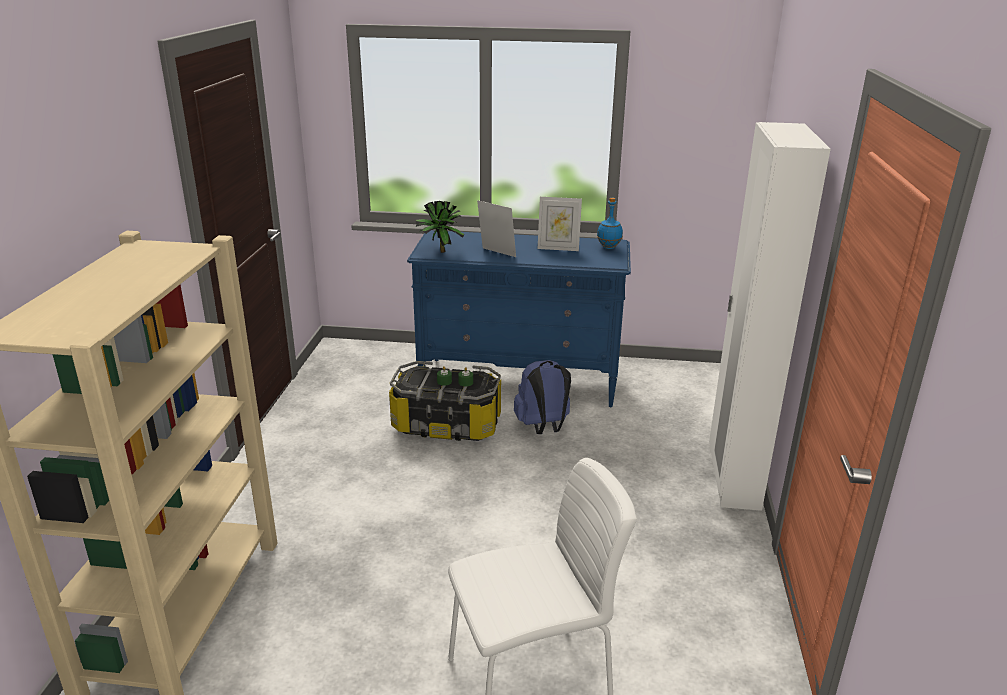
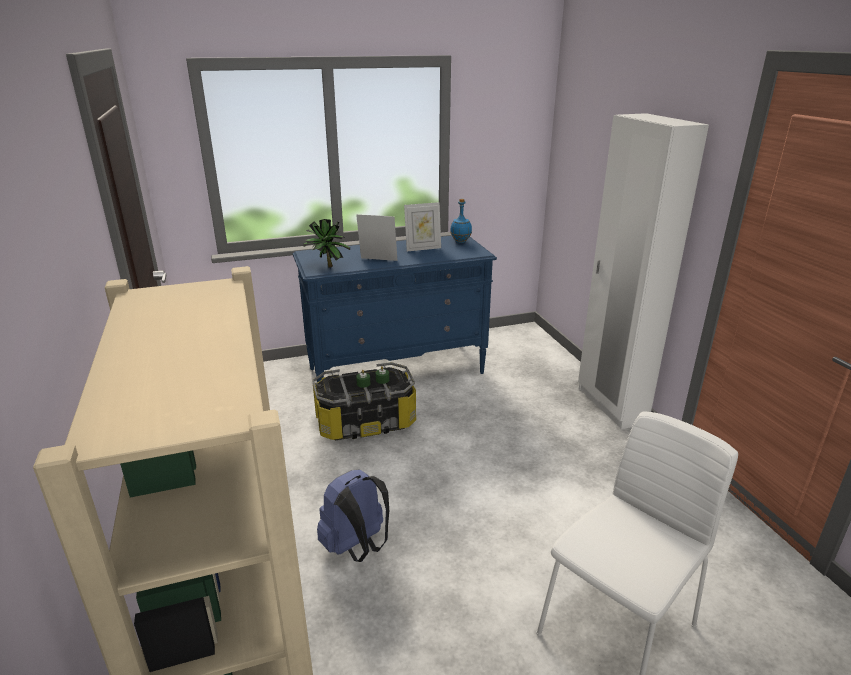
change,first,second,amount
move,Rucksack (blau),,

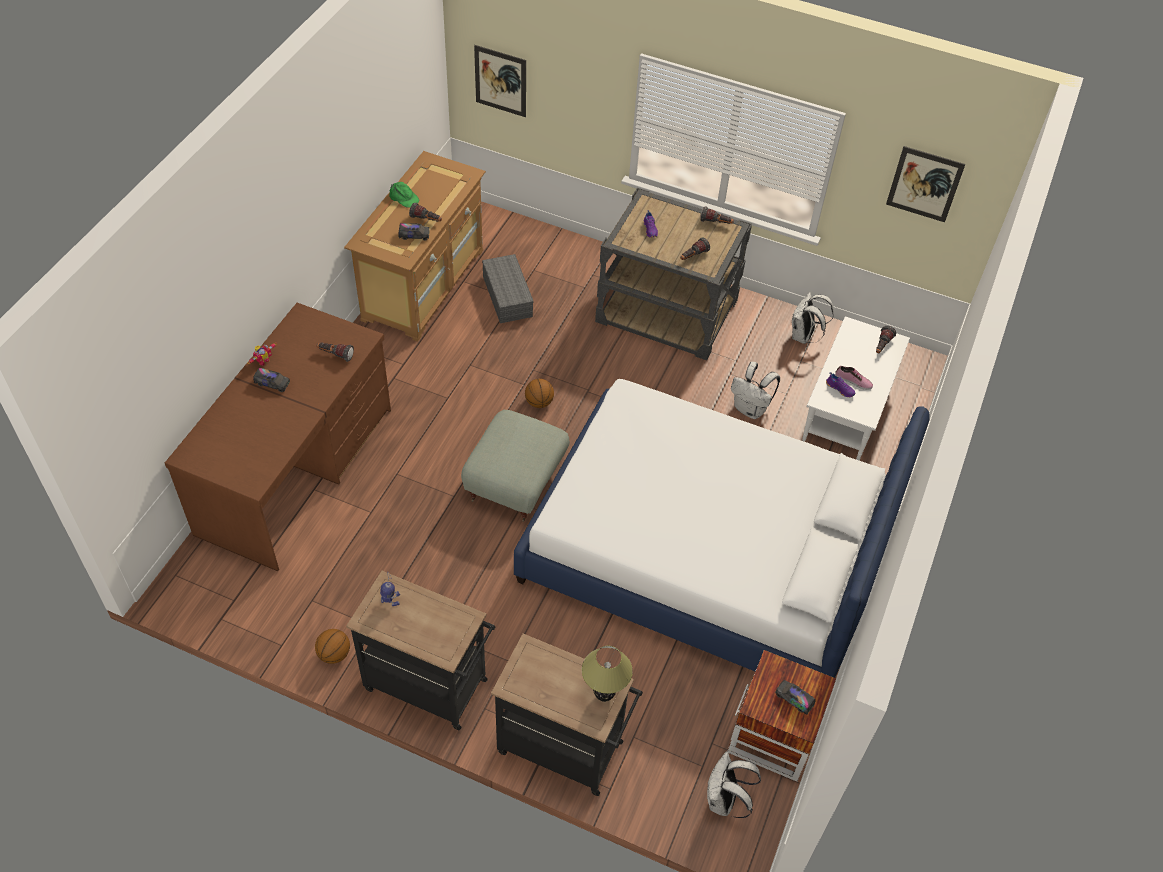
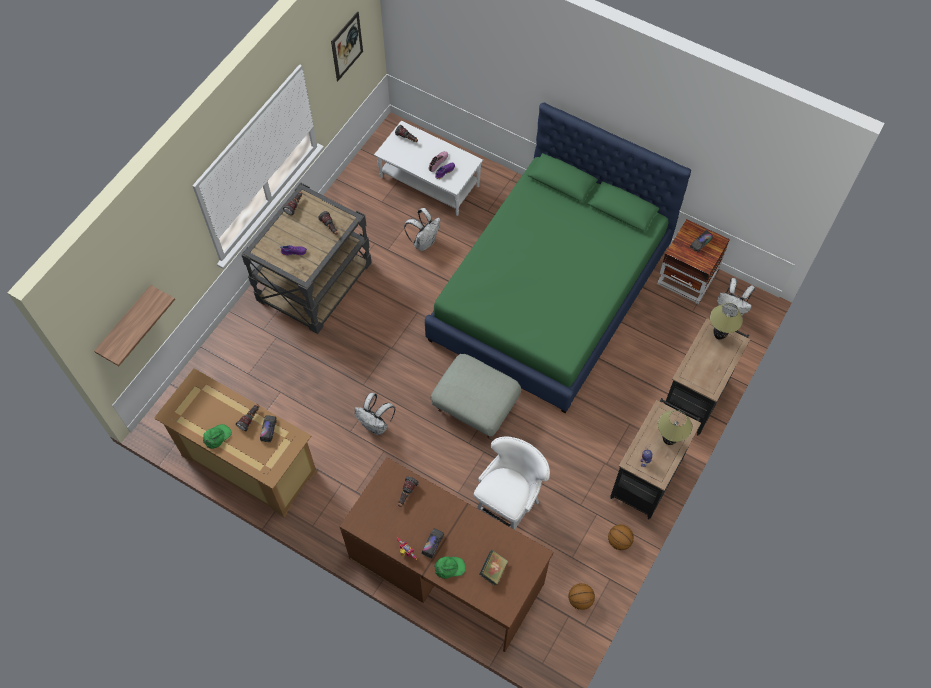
change,first,second,amount
replace,Bild (1st from left),Wandregal,
move,Rucksack (weiß) (3rd from left in the first image),Rucksack (weiß) (1st from left),
recolor,Bett (weiß),Bett (grün),
insert,,Kappe (grün) (2nd from left),
insert,,Hocker (weiß),
insert,,Buch,
move,Basketball (2nd from left in the first image),Basketball (1st from left),
insert,,Tischlampe (1st from left),
delete,Aufbewahrungsbox (grau),,

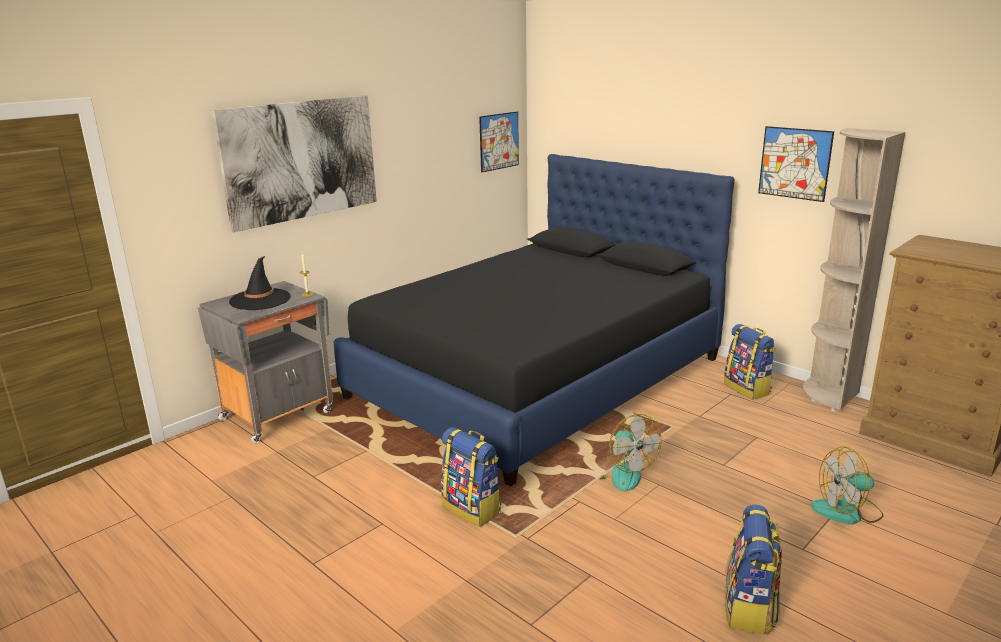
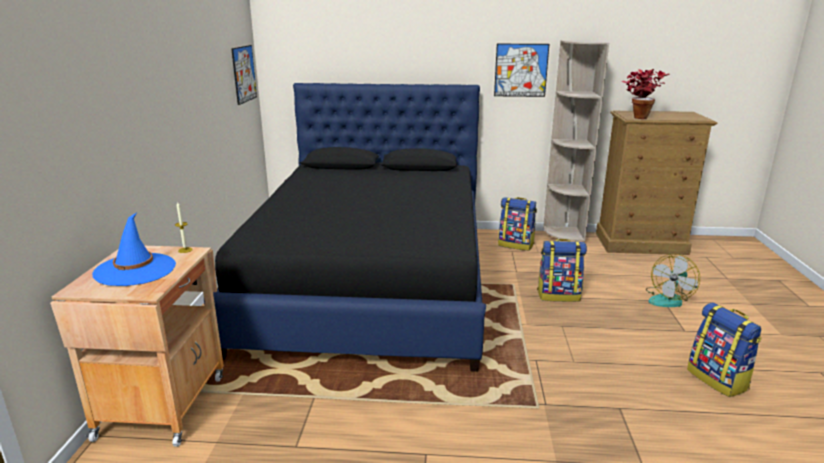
change,first,second,amount
recolor,Rollwagen (grau),Rollwagen (braun),
recolor,Hut (schwarz),Hut (blau),
move,Rucksack (1st from left in the first image),Rucksack (2nd from left),
insert,,Topfpflanze,
delete,Bild (1st from left),,
delete,Ventilator (1st from left),,

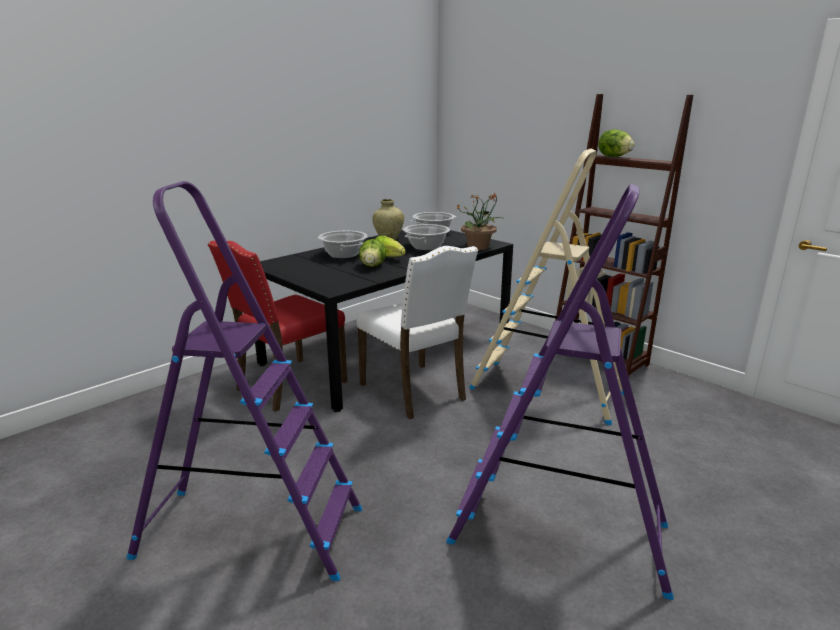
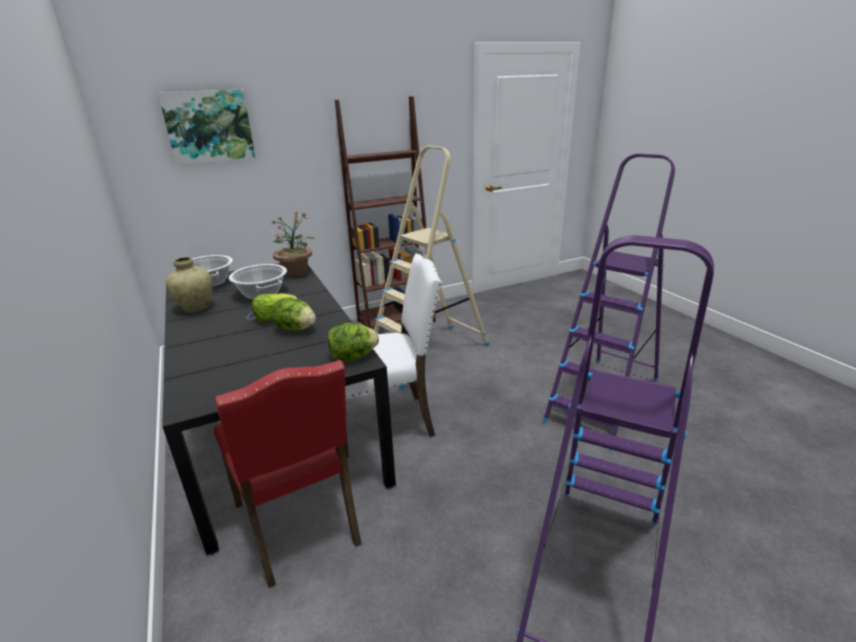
change,first,second,amount
insert,,Bild,
move,Salatkopf (3rd from left),,
delete,Kochtopf (1st from left),,

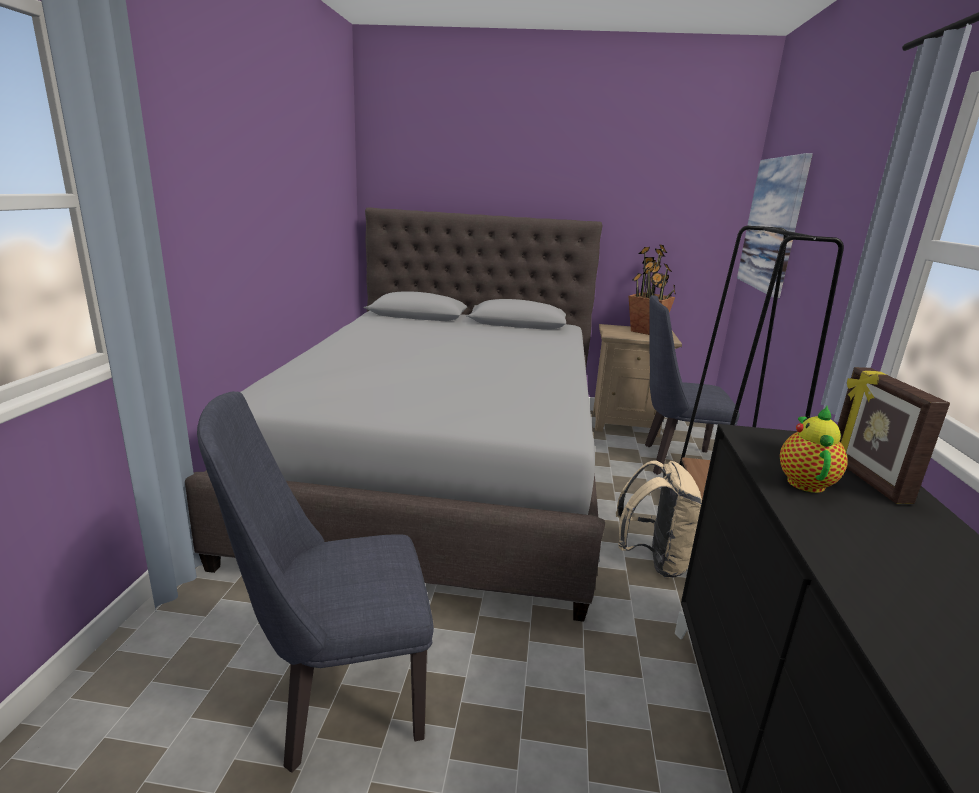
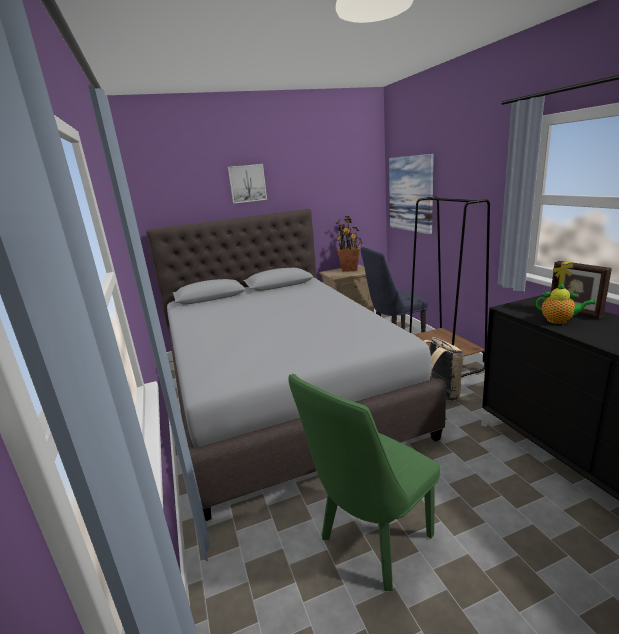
change,first,second,amount
insert,,Bild (1st from left),
recolor,Stuhl (blau) (1st from left),Stuhl (grün),
rotate,Teekanne,,135 degrees clockwise

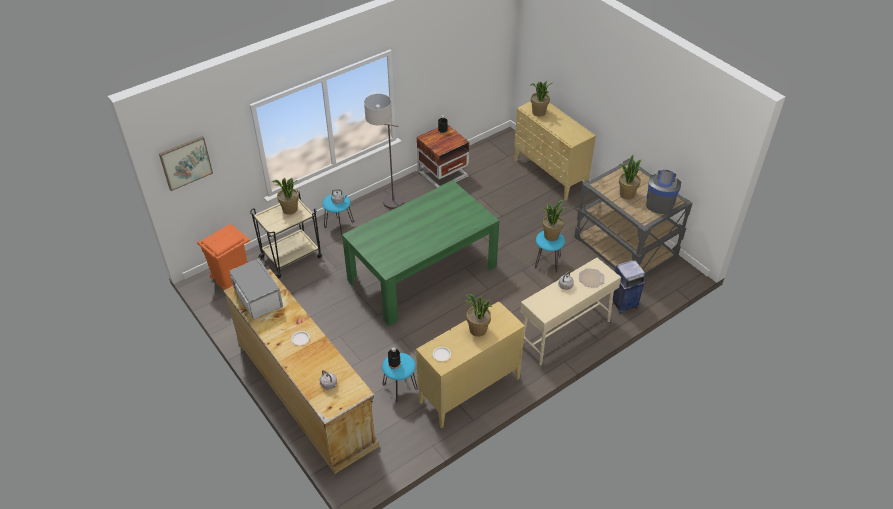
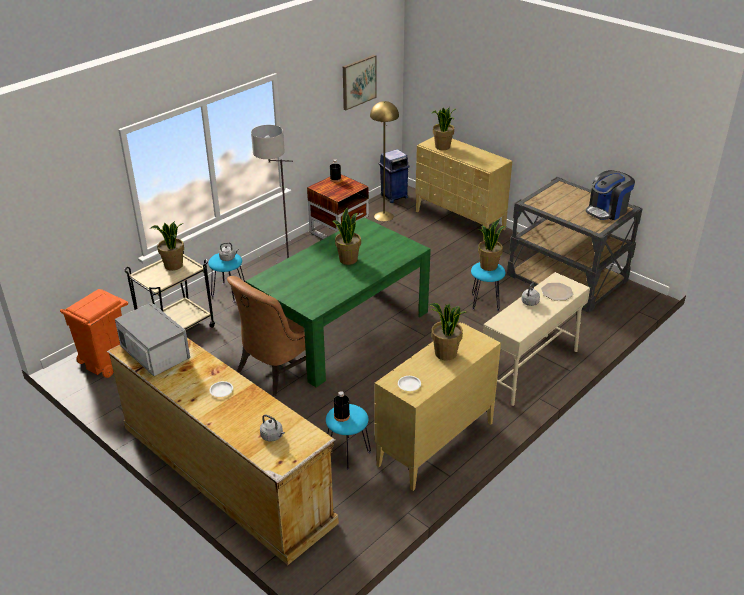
change,first,second,amount
insert,,Stuhl (braun),
move,Topfpflanze (5th from left in the first image),Topfpflanze (2nd from left),
move,Bild,,
insert,,Stehlampe (gelb),
move,Mülleimer (blau),,
rotate,Kaffeemaschine,,135 degrees counterclockwise

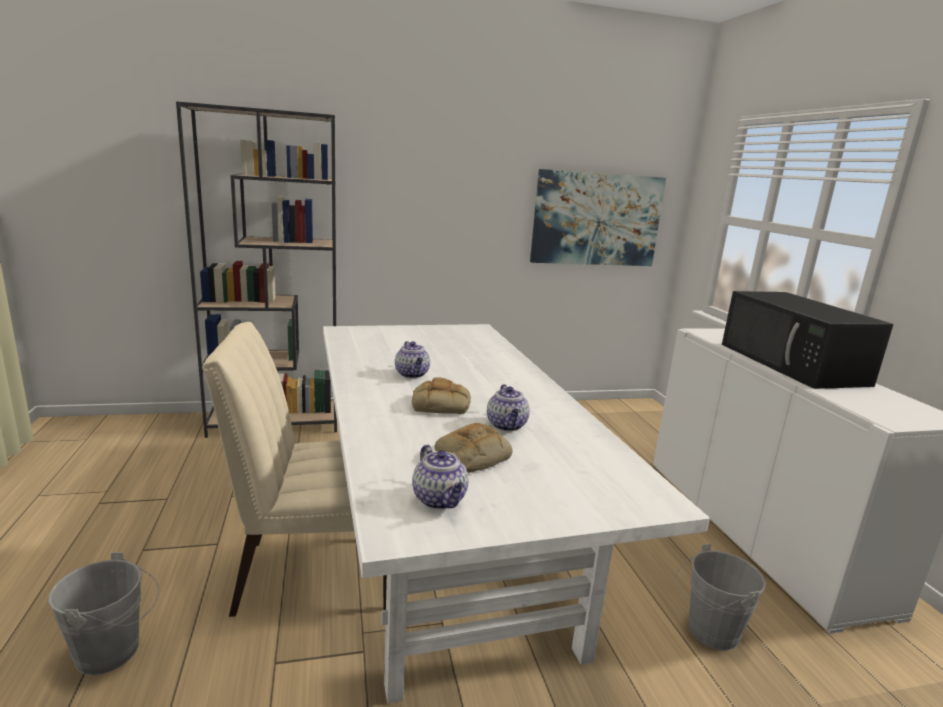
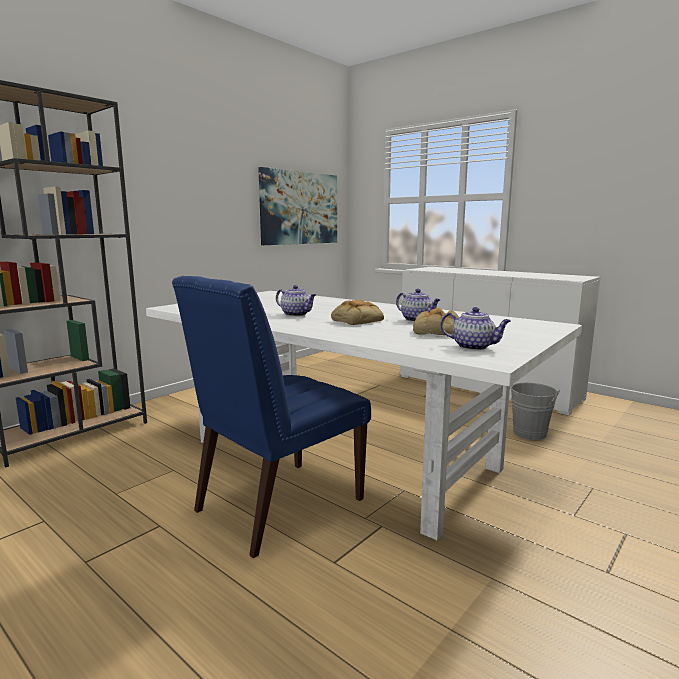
change,first,second,amount
recolor,Stuhl (beige),Stuhl (blau),
delete,Eimer (grau) (1st from left),,
delete,Mikrowelle (schwarz),,

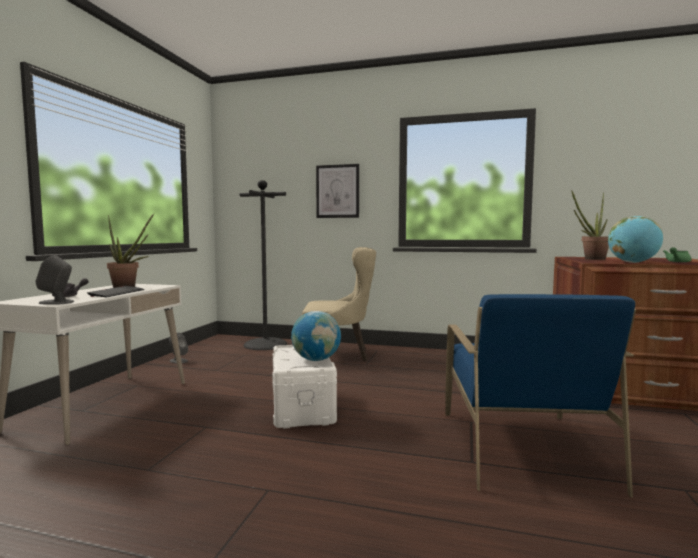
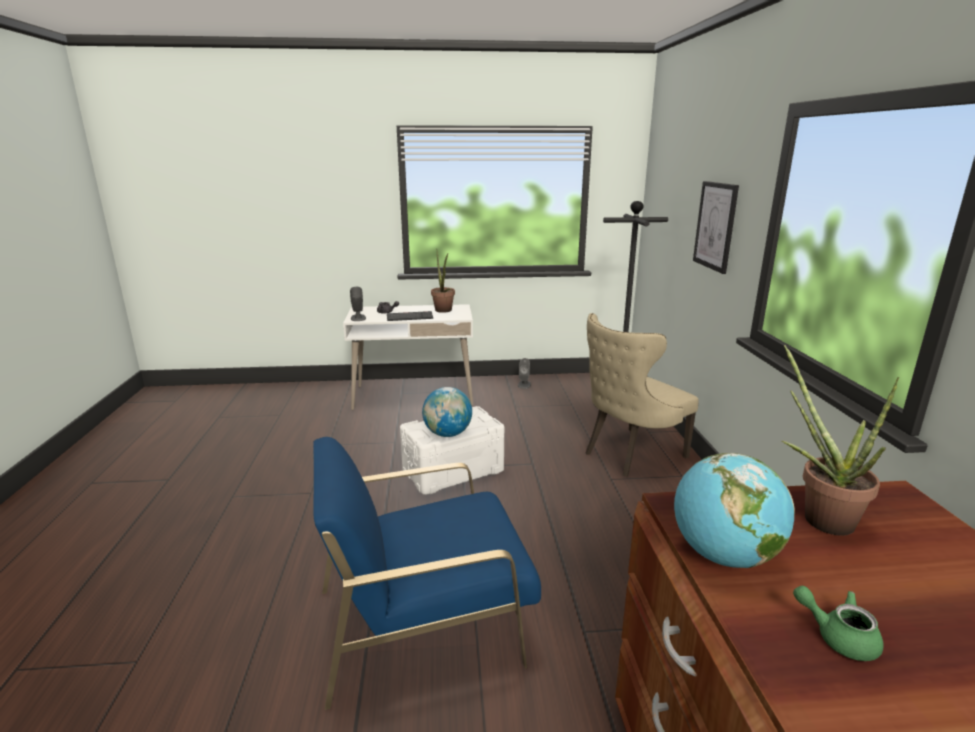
change,first,second,amount
rotate,Stuhl (beige),,75 degrees clockwise

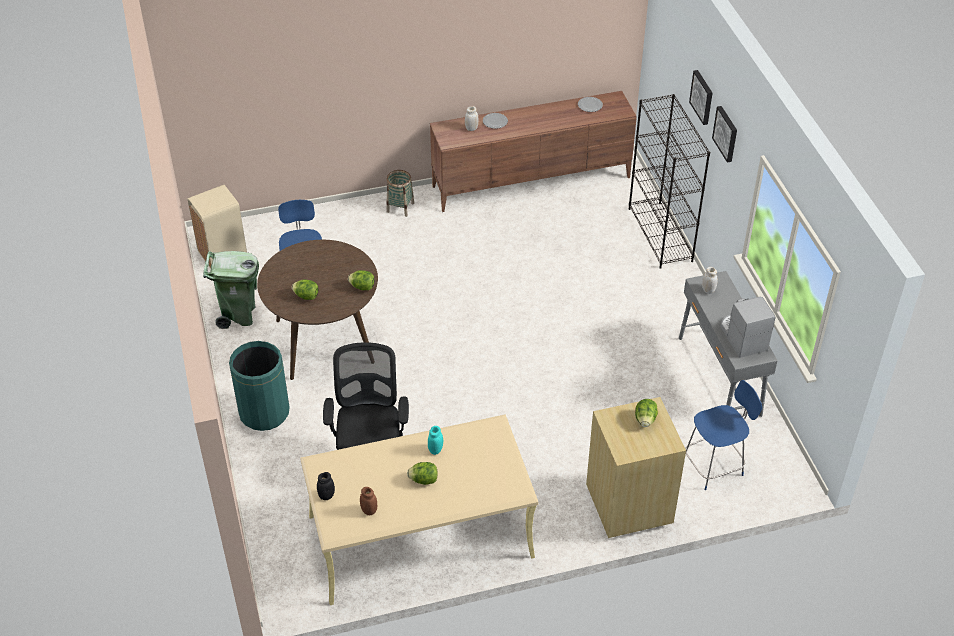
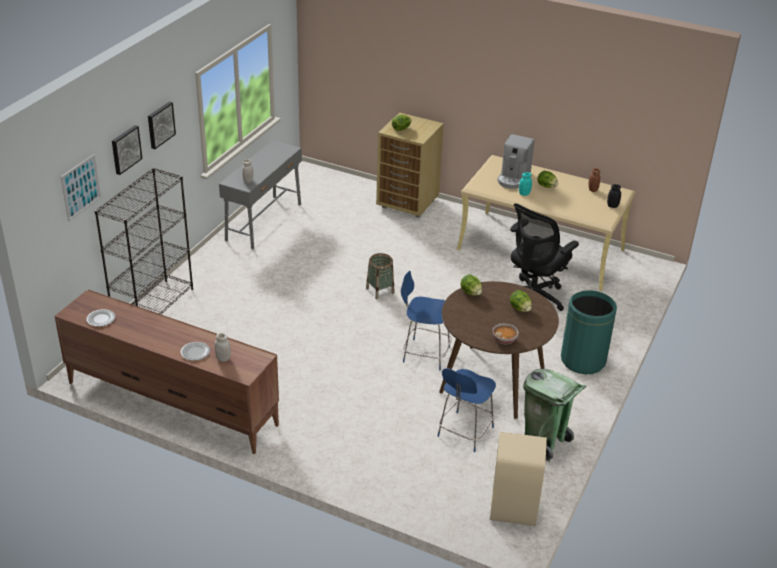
change,first,second,amount
insert,,Bild (1st from left),
move,Korb,,
move,Stuhl (blau) (2nd from left in the first image),Stuhl (blau) (1st from left),
insert,,Schüssel,
move,Kaffeemaschine,,

